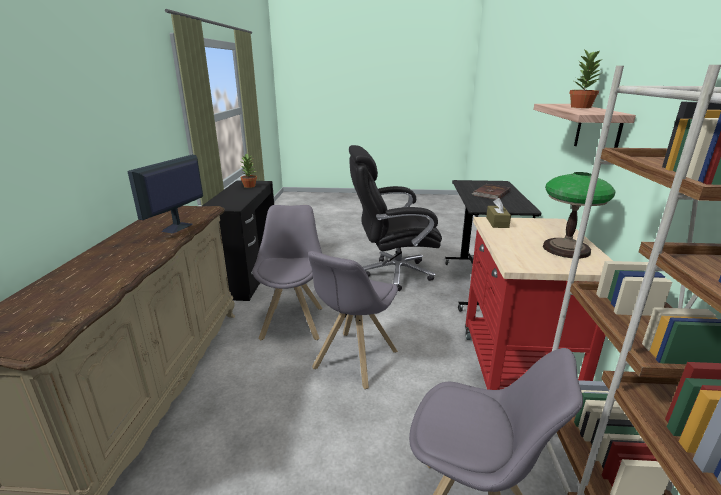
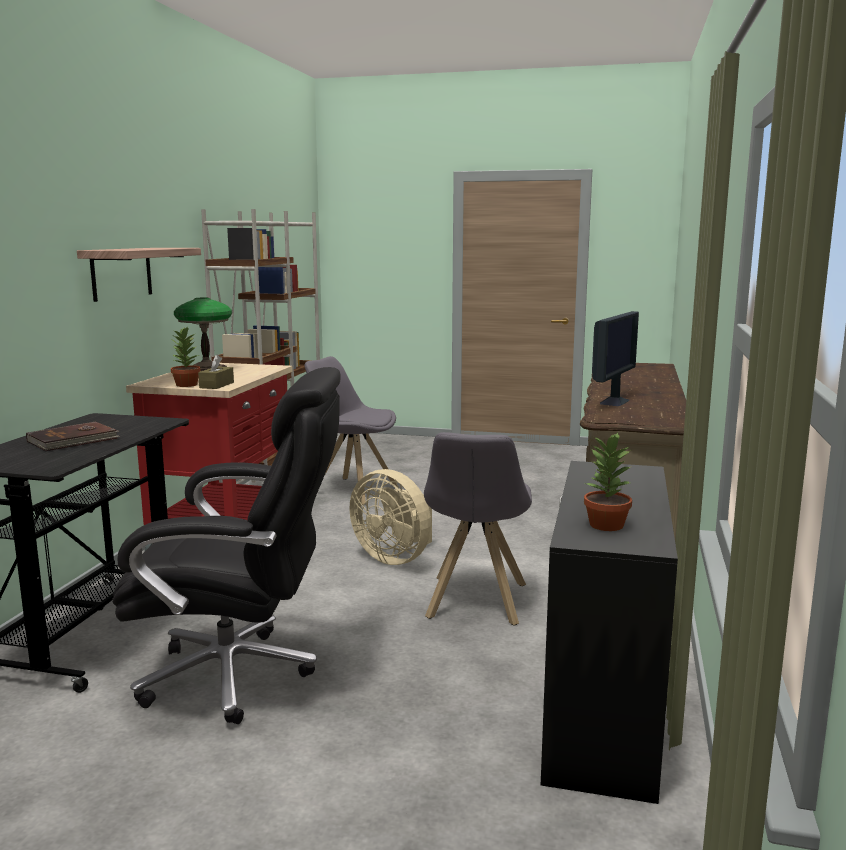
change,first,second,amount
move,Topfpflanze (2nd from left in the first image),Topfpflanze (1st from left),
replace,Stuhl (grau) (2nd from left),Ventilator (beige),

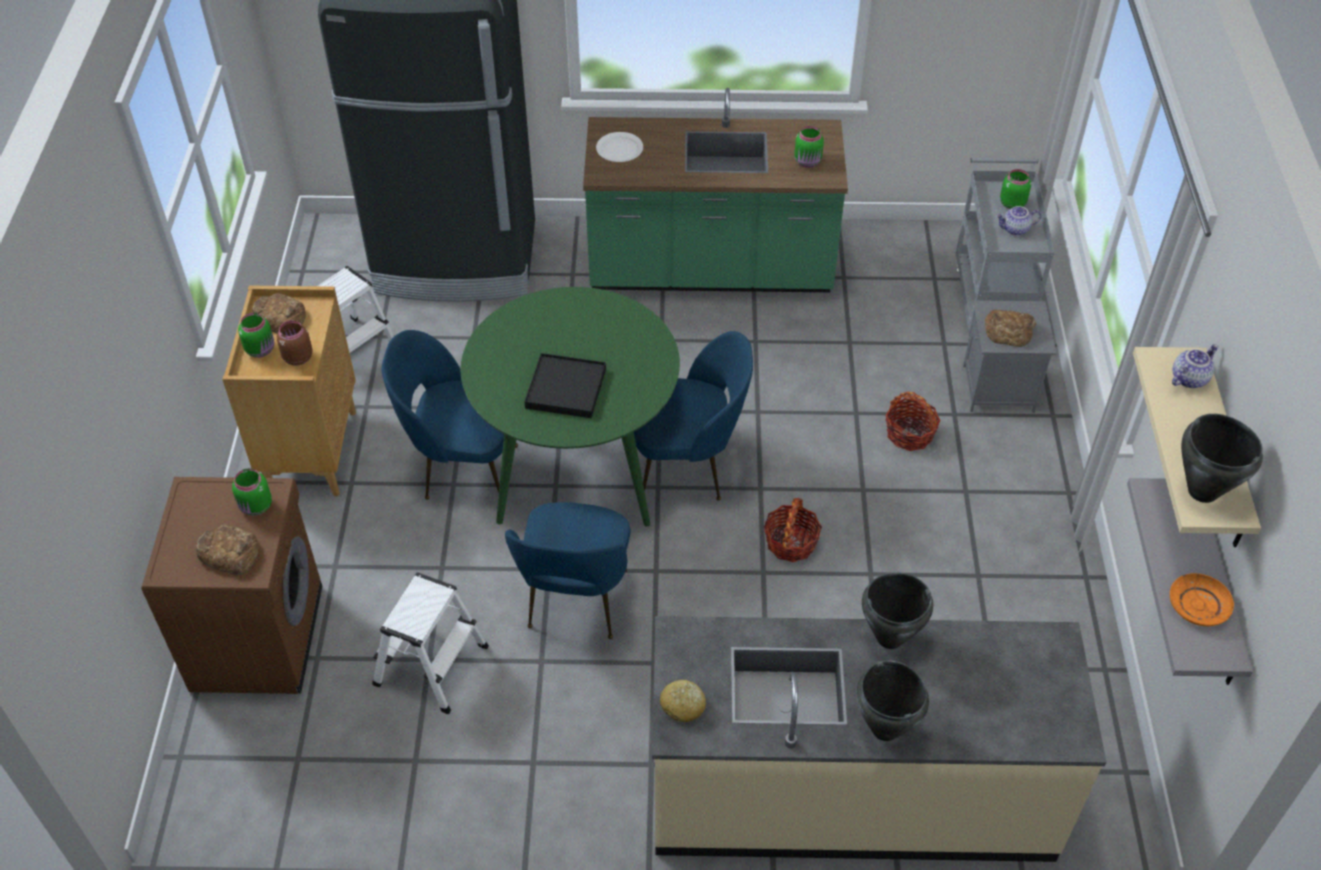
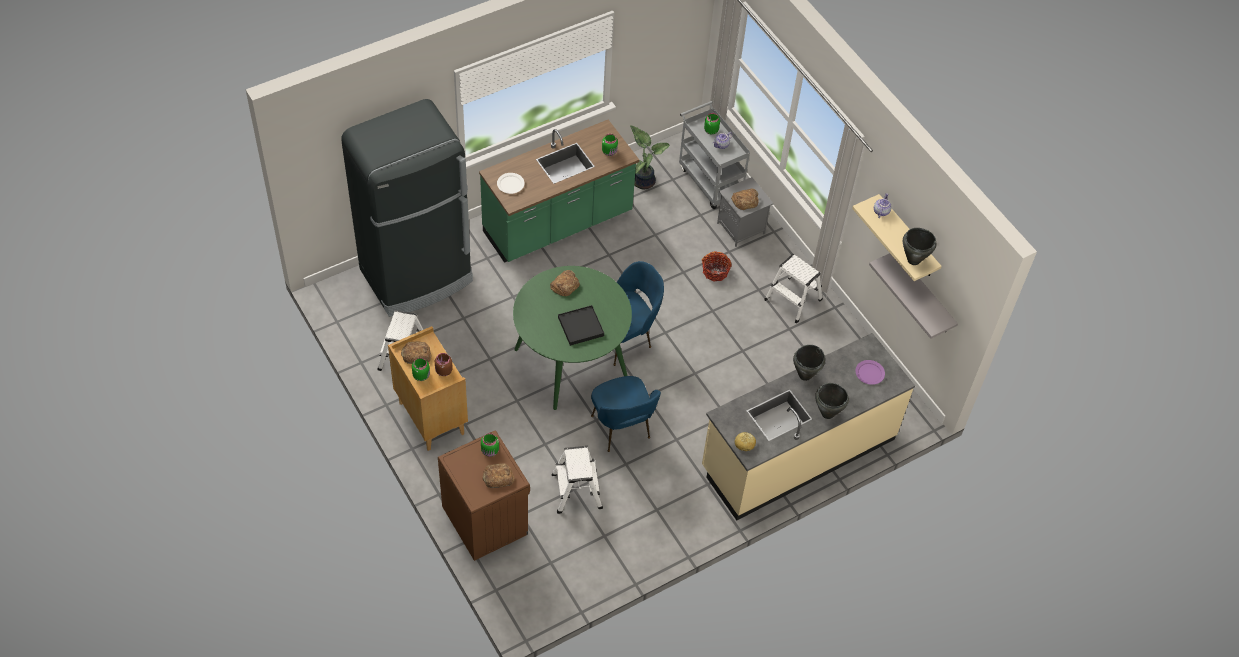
change,first,second,amount
insert,,Brot (3rd from left),
insert,,Topfpflanze,
insert,,Trittleiter (weiß) (3rd from left),
insert,,Teller (lila),
delete,Stuhl (blau) (1st from left),,
delete,Korb (1st from left),,
delete,Teller (orange),,

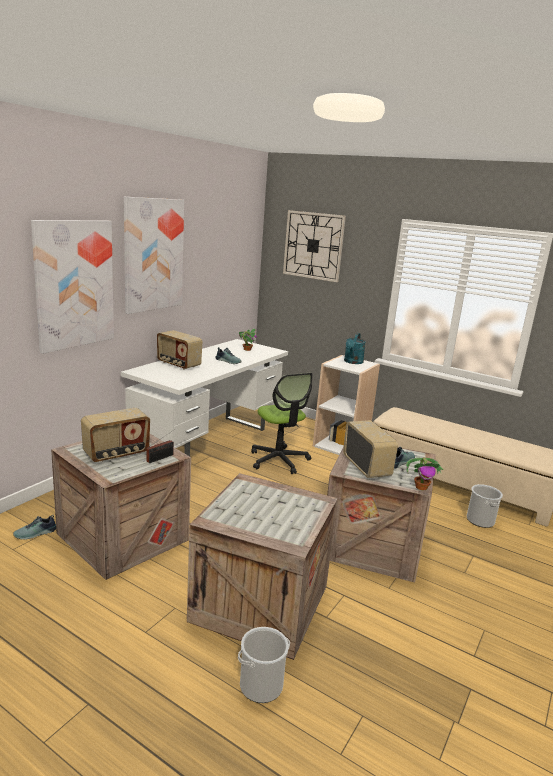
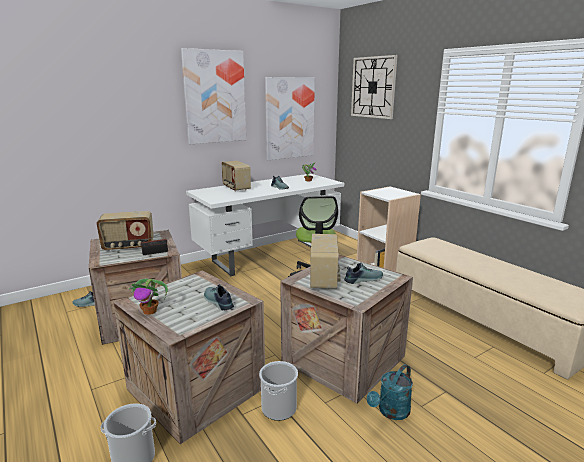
change,first,second,amount
move,Topfpflanze (2nd from left in the first image),Topfpflanze (1st from left),
insert,,Schuh (2nd from left),
move,Eimer (2nd from left),,
move,Bild (1st from left in the first image),Bild (2nd from left),
move,Gießkanne (türkis),,

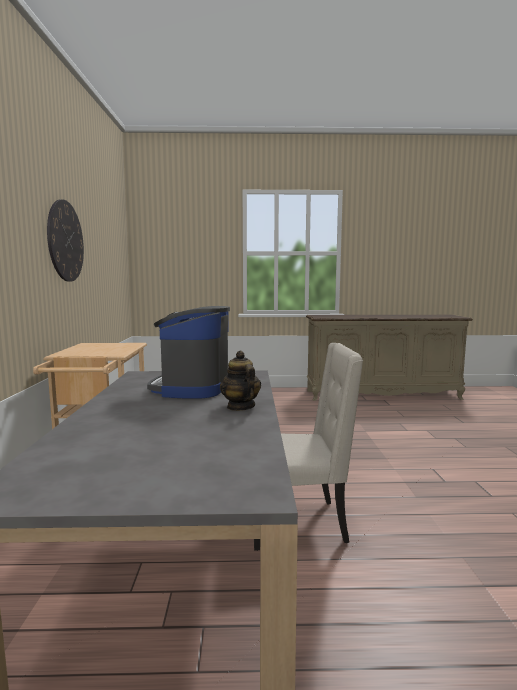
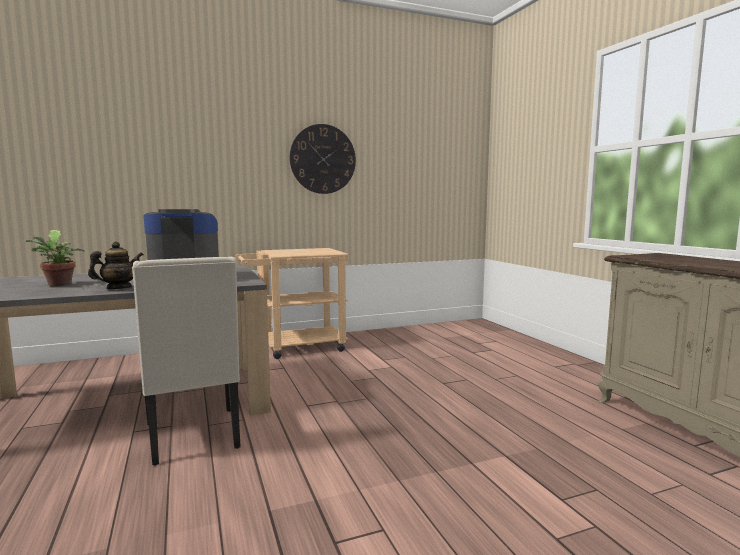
change,first,second,amount
insert,,Topfpflanze,

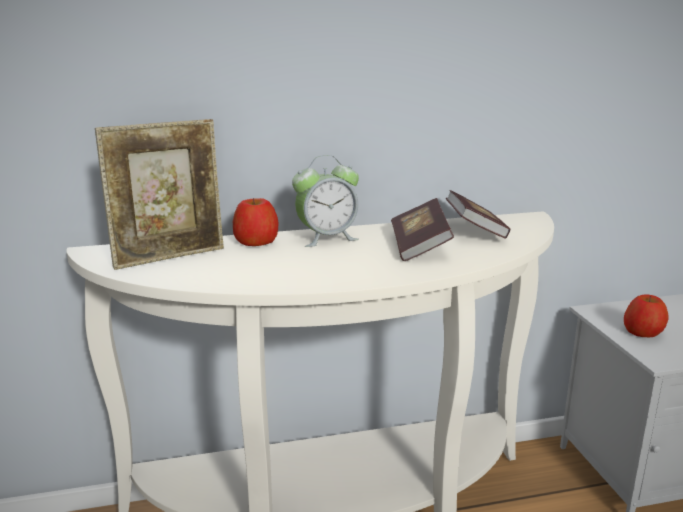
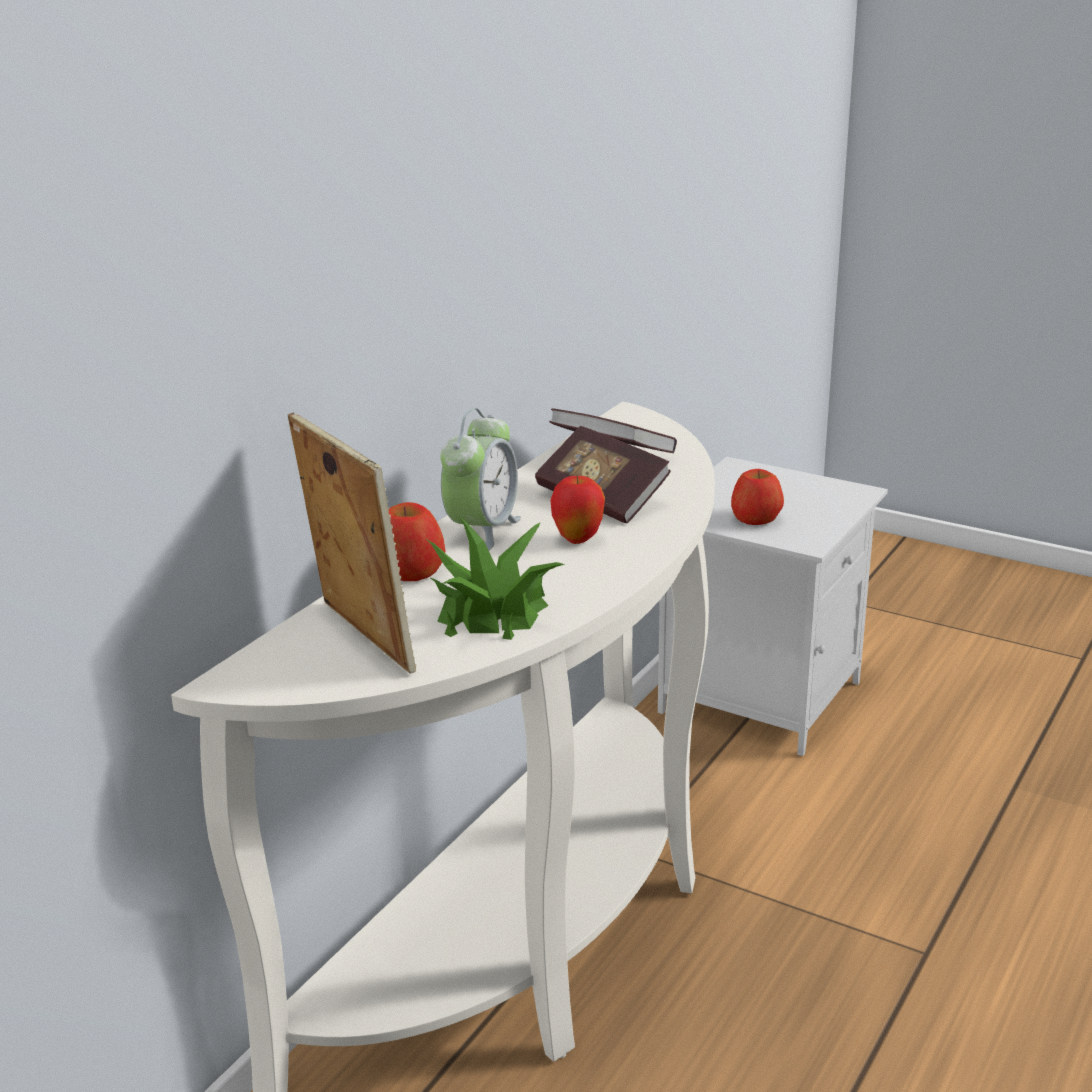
change,first,second,amount
rotate,Bilderrahmen,,45 degrees counterclockwise
insert,,Topfpflanze,
insert,,Apfel (2nd from left),

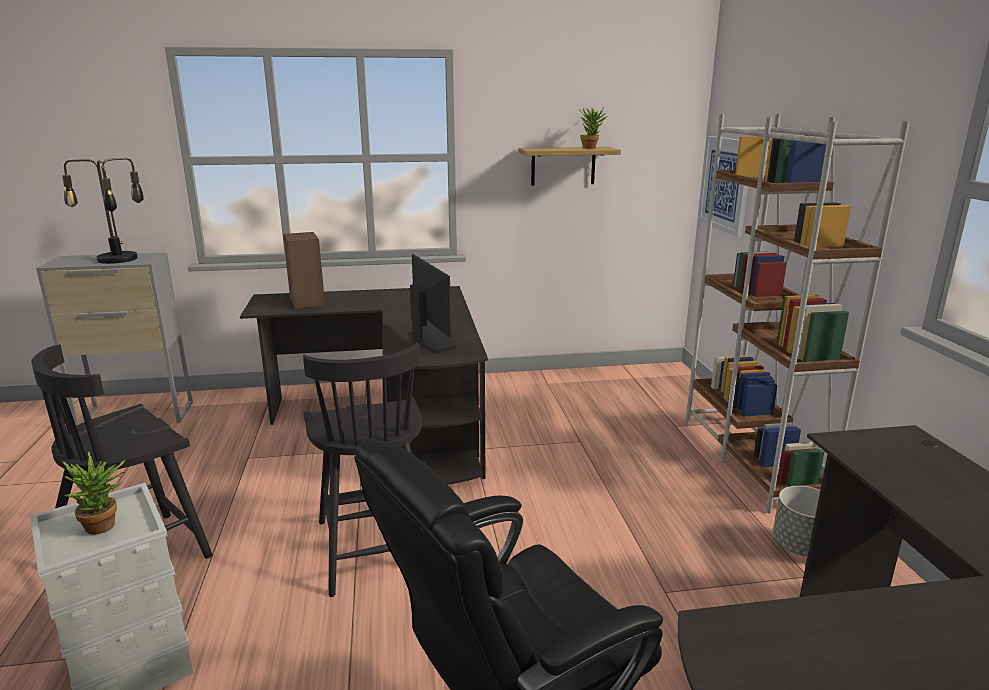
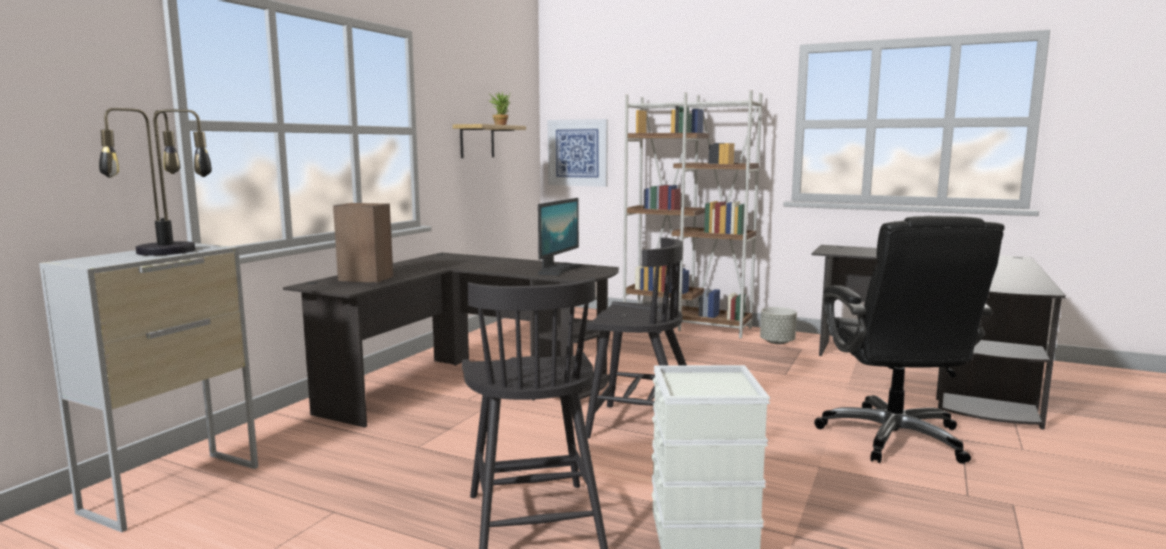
change,first,second,amount
rotate,Monitor,,105 degrees clockwise
delete,Topfpflanze (1st from left),,

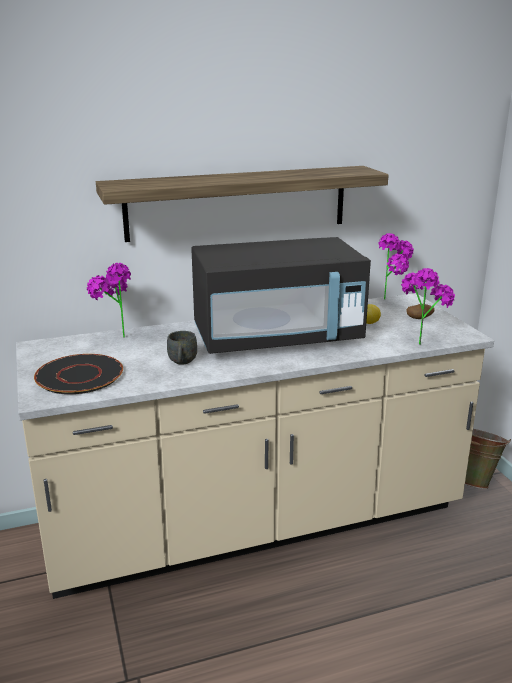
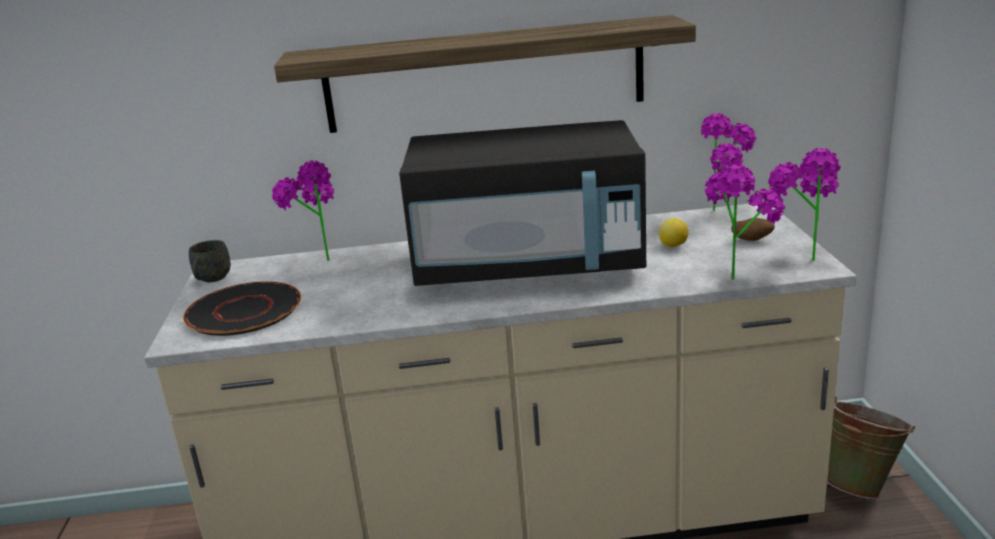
change,first,second,amount
move,Henkelbecher (grau),,
insert,,Topfpflanze (4th from left),

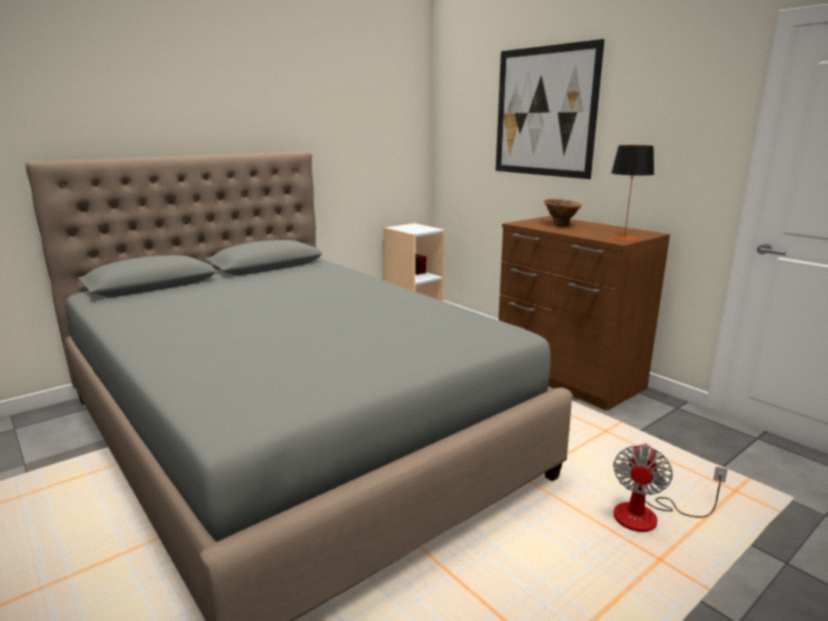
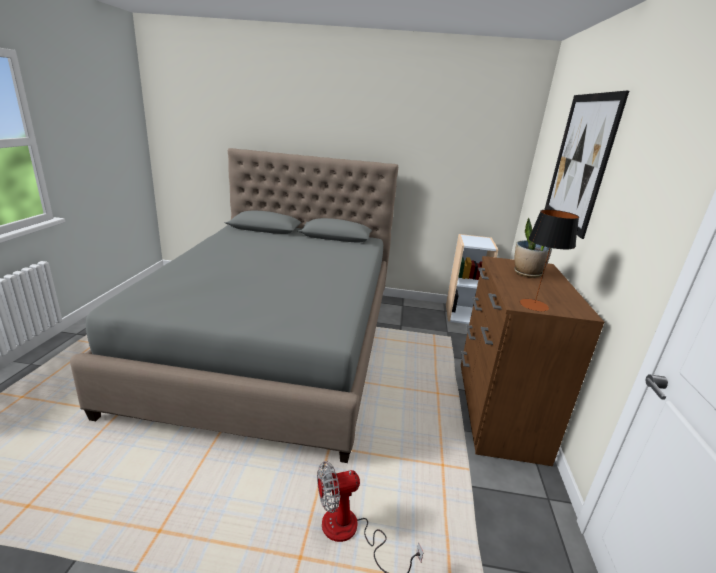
change,first,second,amount
replace,Vase (braun),Topfpflanze,

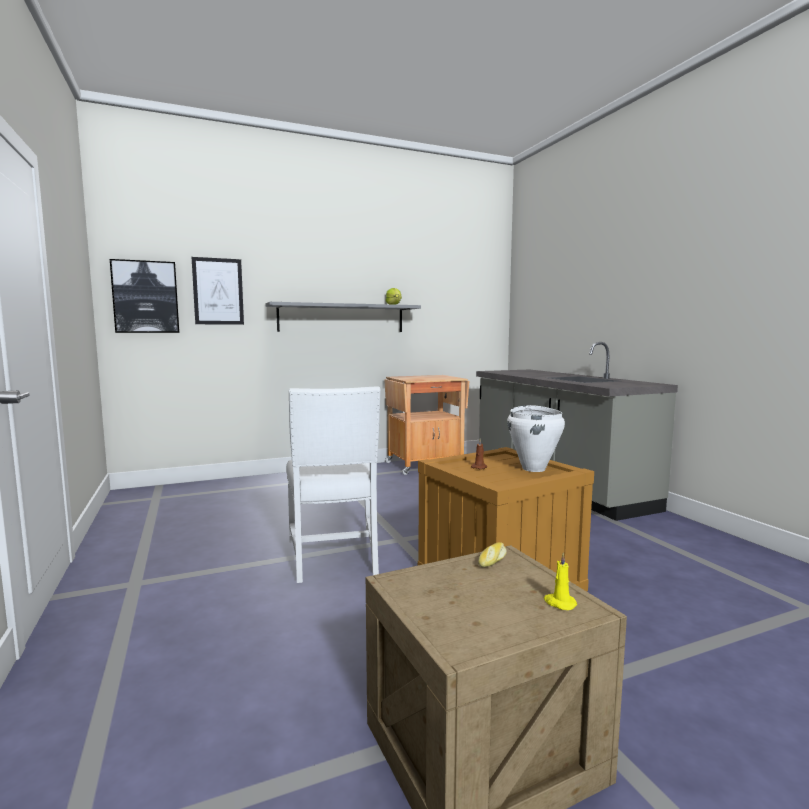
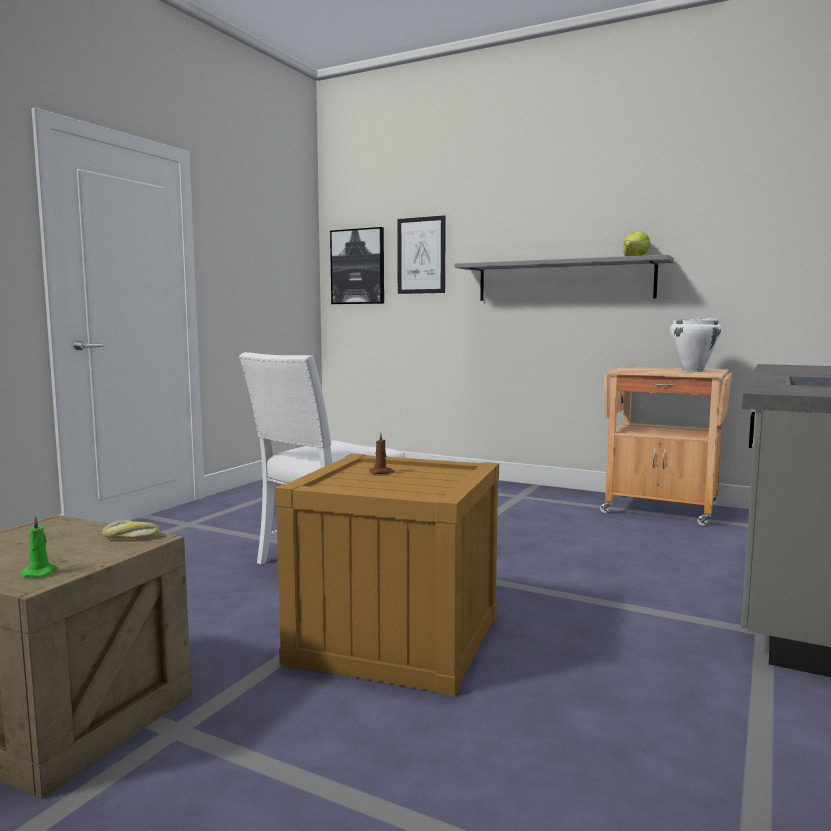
change,first,second,amount
recolor,Kerze (gelb),Kerze (grün),
move,Kochtopf (weiß),,

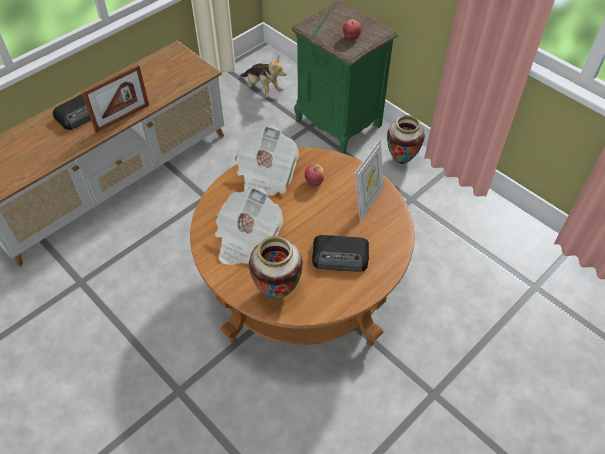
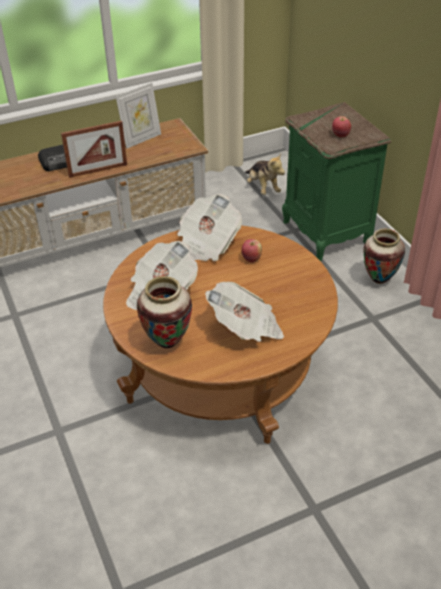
change,first,second,amount
move,Bilderrahmen (2nd from left),,
replace,Radio (2nd from left),Zeitung (3rd from left),

